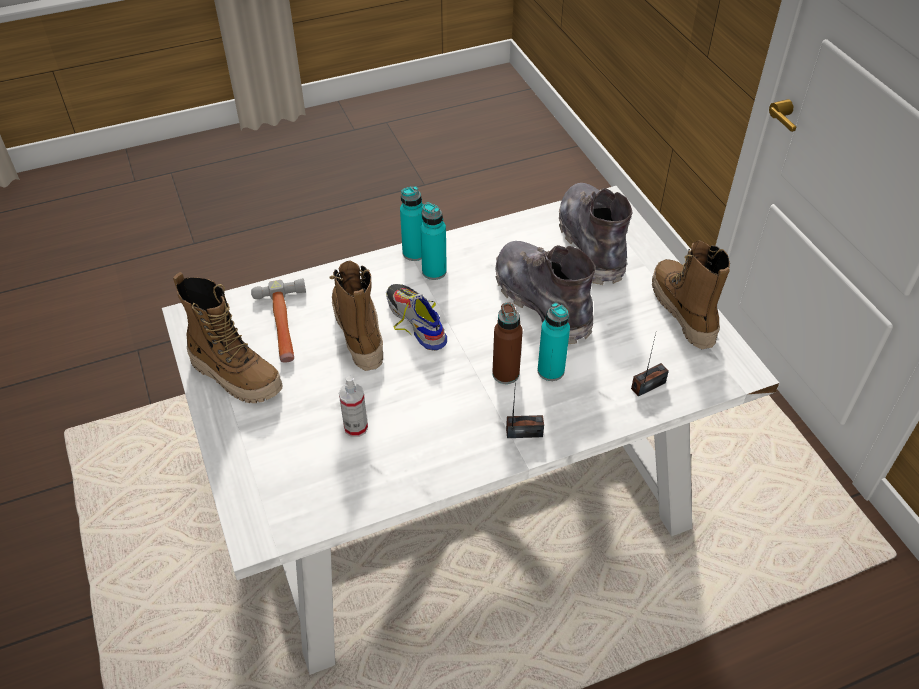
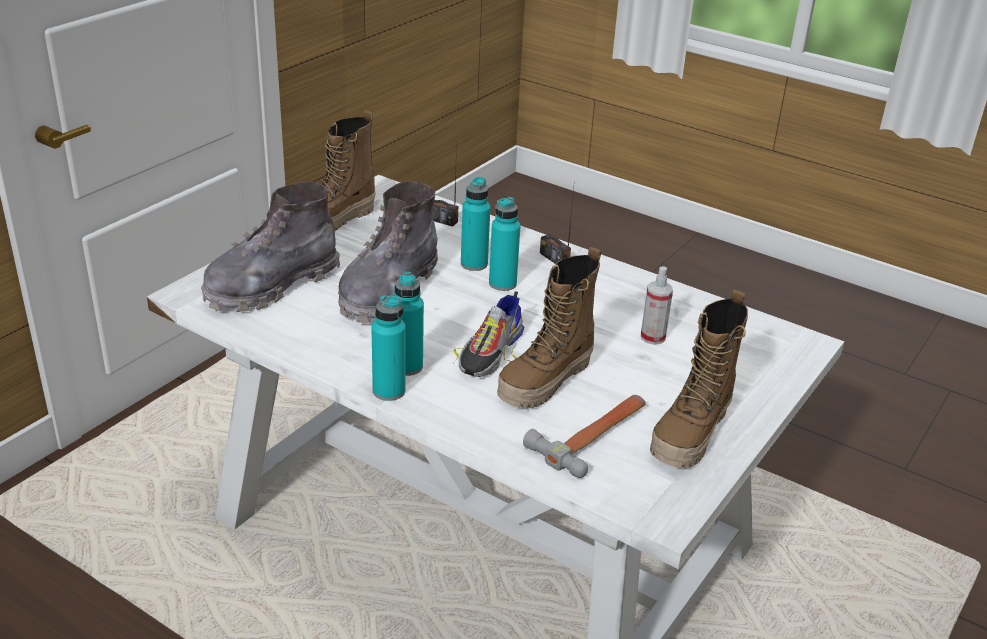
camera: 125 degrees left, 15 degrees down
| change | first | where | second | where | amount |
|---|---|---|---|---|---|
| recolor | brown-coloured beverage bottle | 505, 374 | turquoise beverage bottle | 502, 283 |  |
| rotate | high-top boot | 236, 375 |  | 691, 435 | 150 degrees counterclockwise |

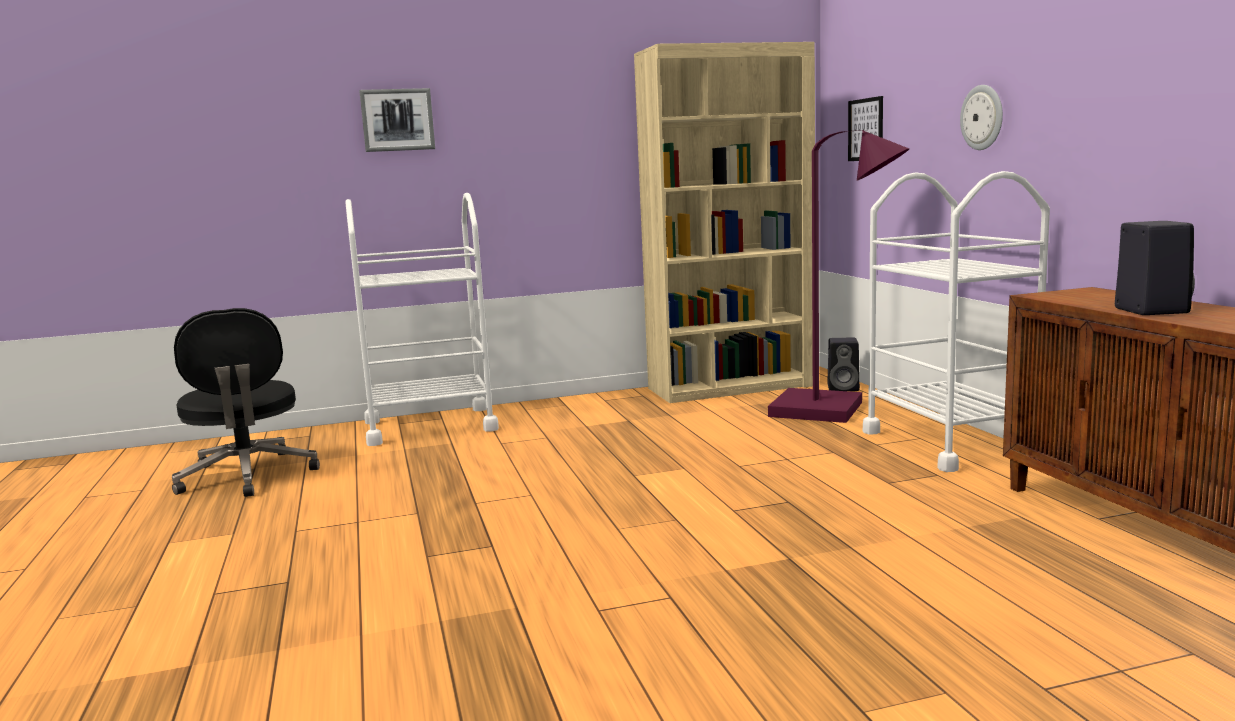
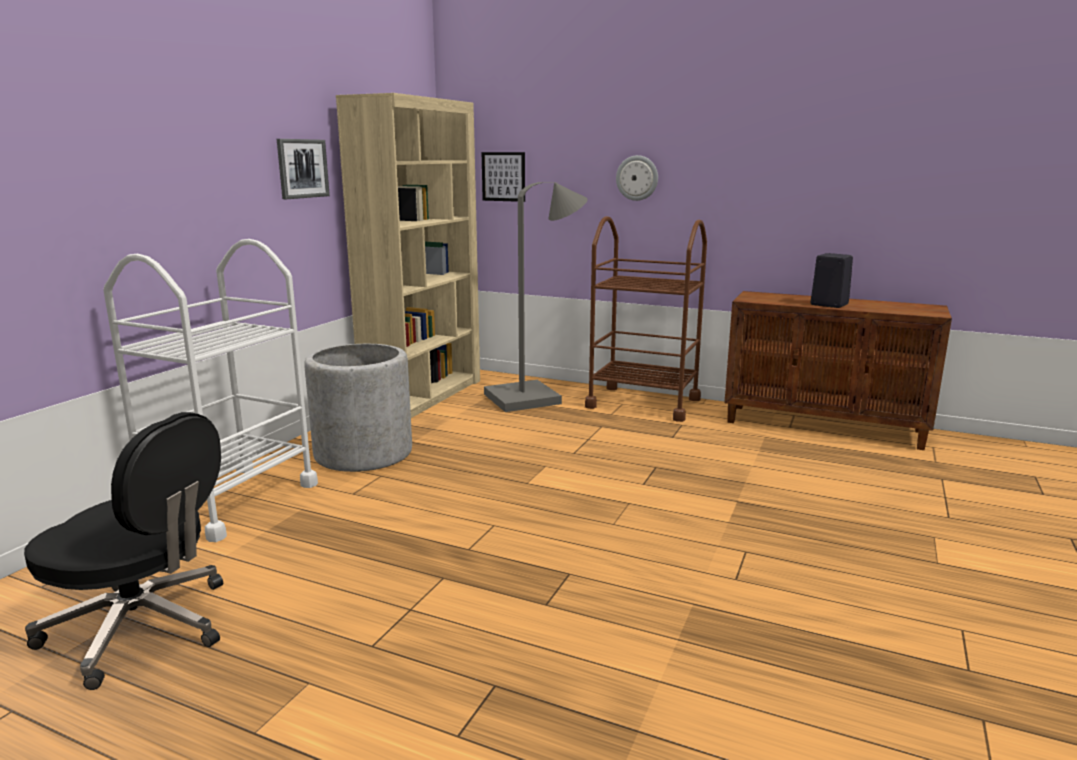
camera: 50 degrees left, 5 degrees up
| change | first | where | second | where | amount |
|---|---|---|---|---|---|
| move | wall picture | 397, 120 |  | 302, 168 |  |
| insert |  |  | grey planter | 363, 453 |  |
| recolor | purple floor lamp | 831, 410 | grey floor lamp | 533, 397 |  |
| recolor | whitish wheeled cart | 948, 443 | brown-coloured wheeled cart | 643, 403 |  |
| delete | black-coloured audio speaker | 844, 388 |  |  |  |

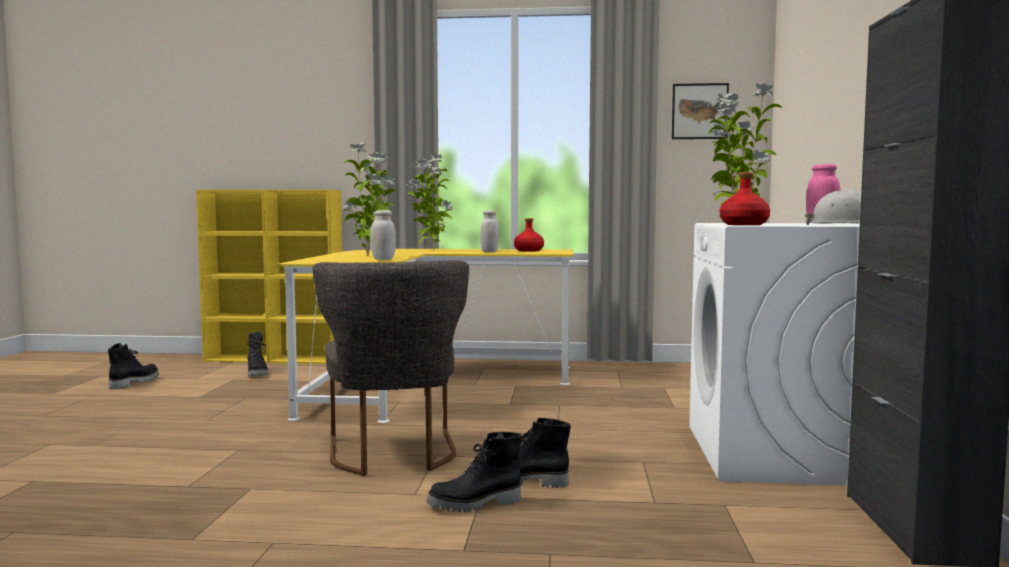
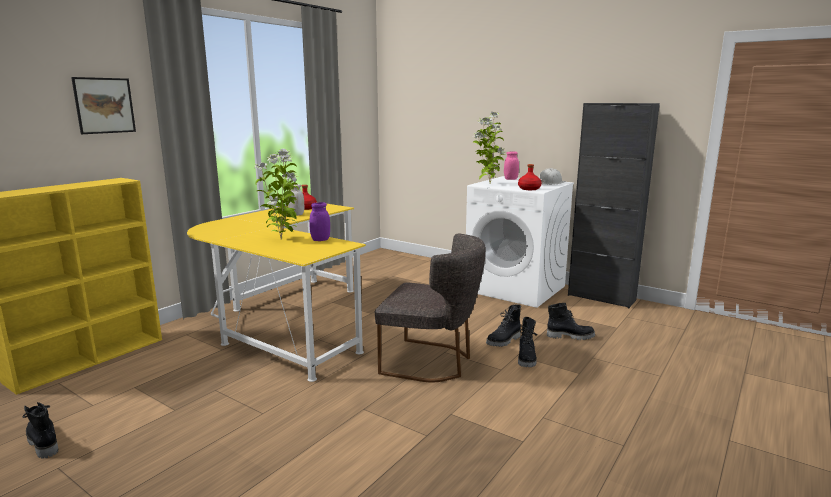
camera: 60 degrees left, 10 degrees up
| change | first | where | second | where | amount |
|---|---|---|---|---|---|
| move | wall picture | 699, 111 |  | 104, 105 |  |
| recolor | whitish storage jar | 383, 259 | purple storage jar | 320, 240 |  |
| move | black-coloured high-top boot | 257, 373 |  | 570, 336 |  |
| delete | plant in a pot | 431, 250 |  |  |  |

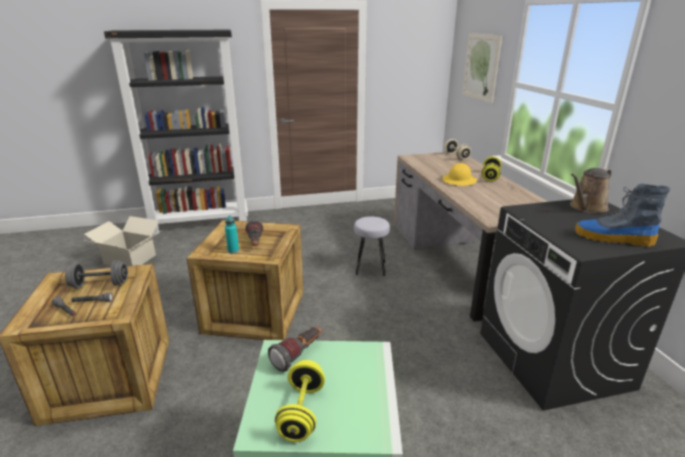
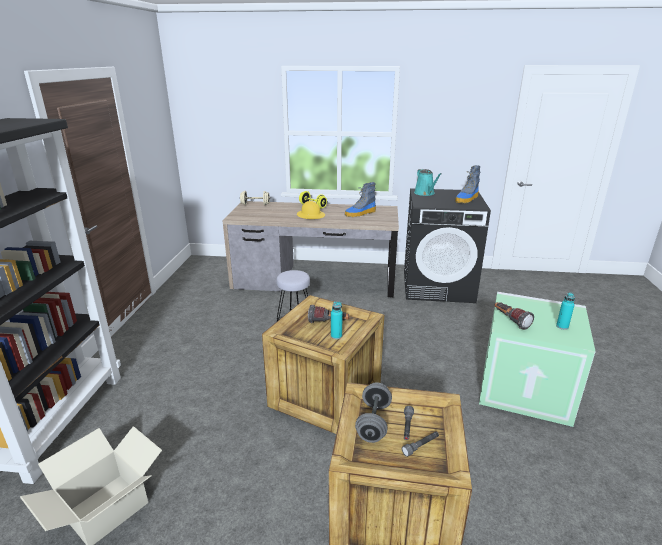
camera: 70 degrees left, 0 degrees up
| change | first | where | second | where | amount |
|---|---|---|---|---|---|
| insert |  |  | high-top boot | 360, 213 |  |
| recolor | brown-coloured watering can | 586, 207 | turquoise watering can | 425, 193 |  |
| replace | yellowish dumbbell | 302, 412 | turquoise beverage bottle | 562, 326 |  |
| delete | wall picture | 481, 67 |  |  |  |

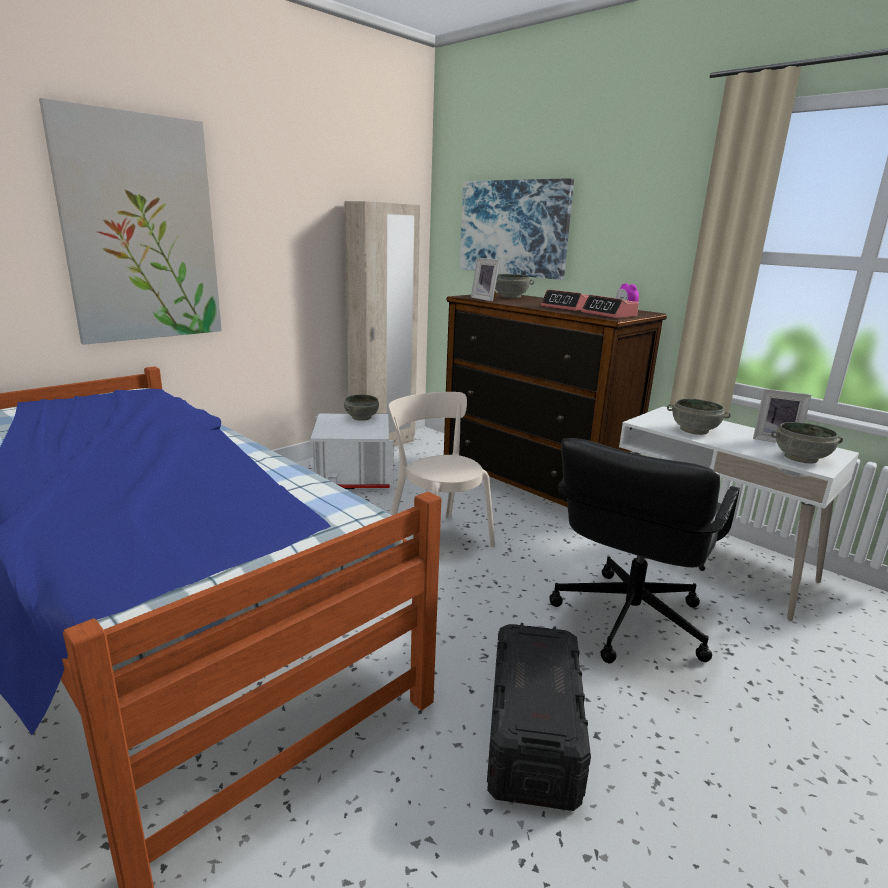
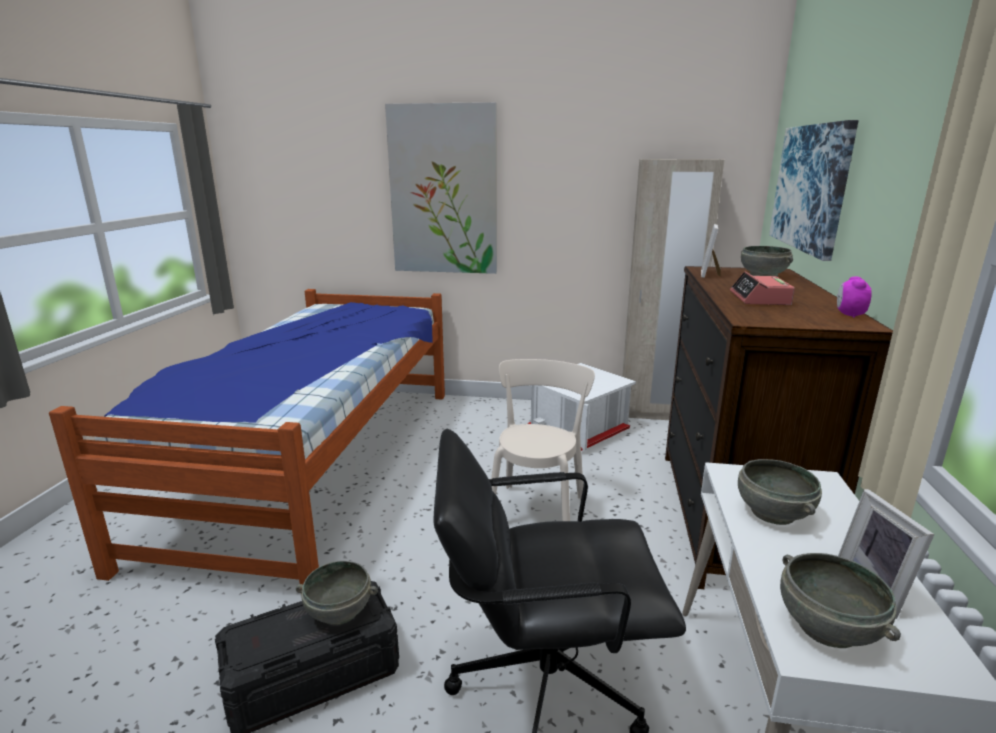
camera: 55 degrees right, 0 degrees up
| change | first | where | second | where | amount |
|---|---|---|---|---|---|
| move | grey bowl | 361, 417 |  | 340, 611 |  |
| delete | table clock | 609, 315 |  |  |  |

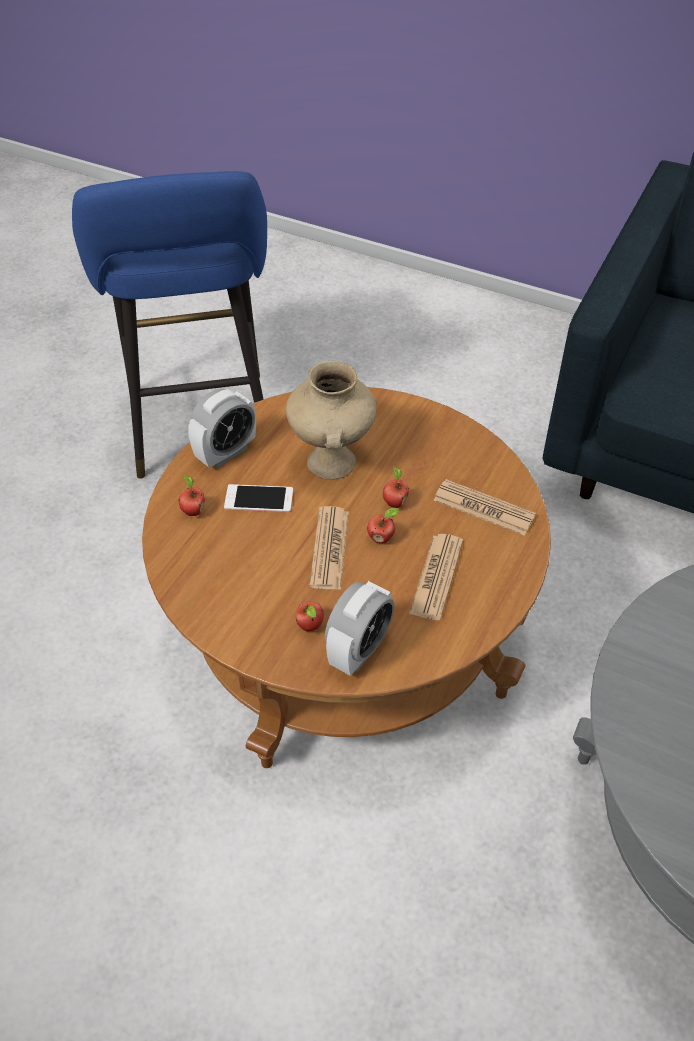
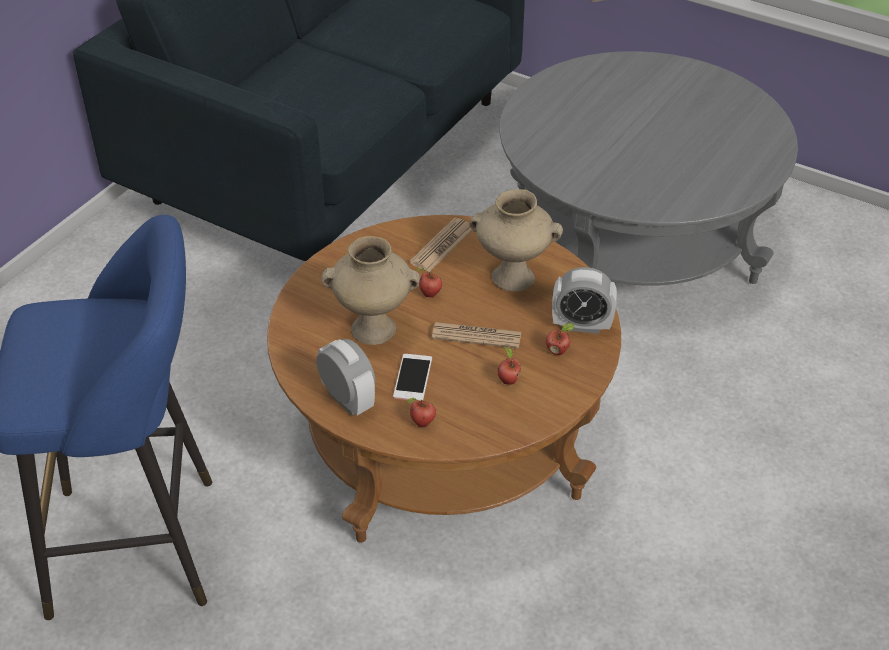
camera: 85 degrees left, 5 degrees down
| change | first | where | second | where | amount |
|---|---|---|---|---|---|
| replace | daily paper | 436, 577 | beige-coloured decorative vase | 512, 278 |  |
| move | apple fruit | 382, 538 |  | 508, 380 |  |
| rotate | table clock | 359, 650 |  | 581, 325 | 150 degrees clockwise |

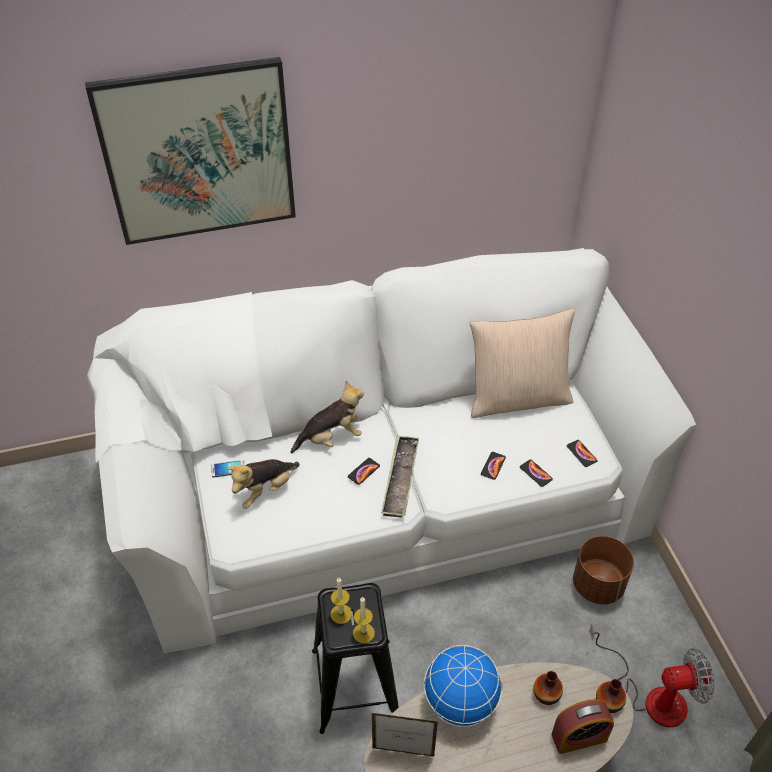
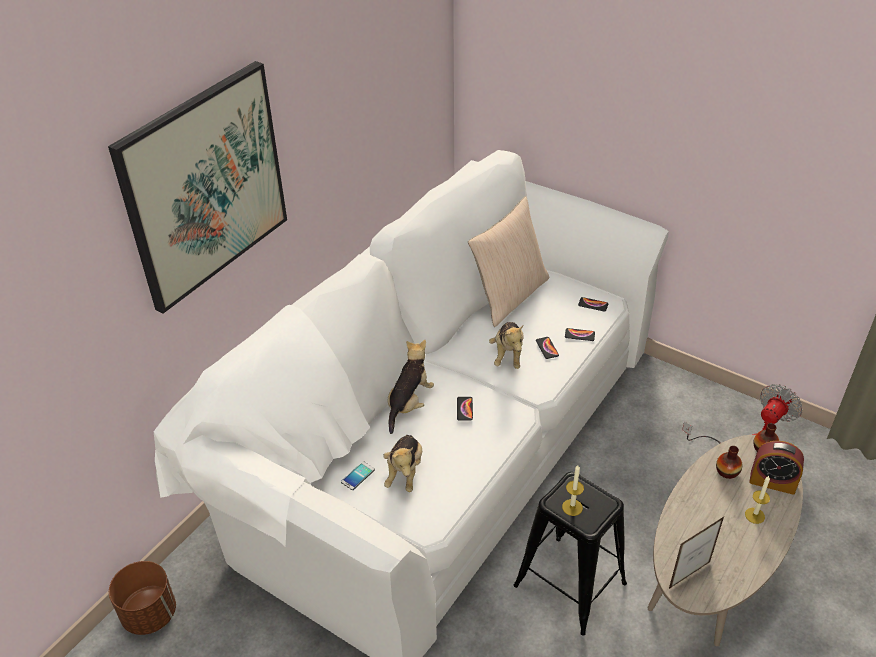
camera: 40 degrees left, 5 degrees down
| change | first | where | second | where | amount |
|---|---|---|---|---|---|
| move | brown-coloured planter | 598, 585 |  | 150, 613 |  |
| insert |  |  | cuddly toy | 508, 354 |  |
| move | wax candle | 363, 633 |  | 754, 515 |  |
| rotate | table clock | 579, 737 |  | 772, 482 | 75 degrees clockwise |
| delete | tray | 400, 479 |  |  |  |
| delete | world globe | 460, 702 |  |  |  |

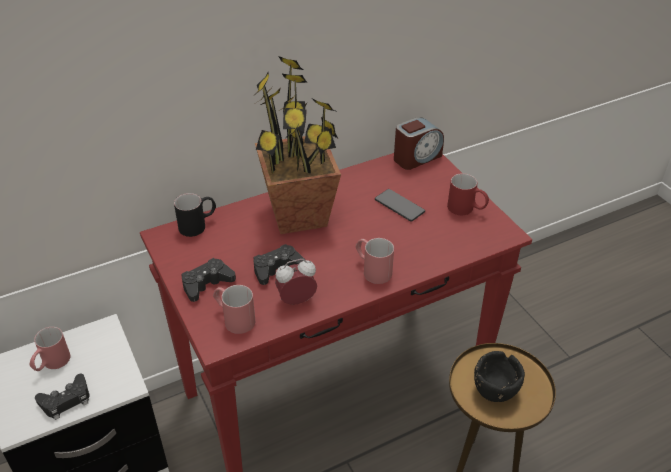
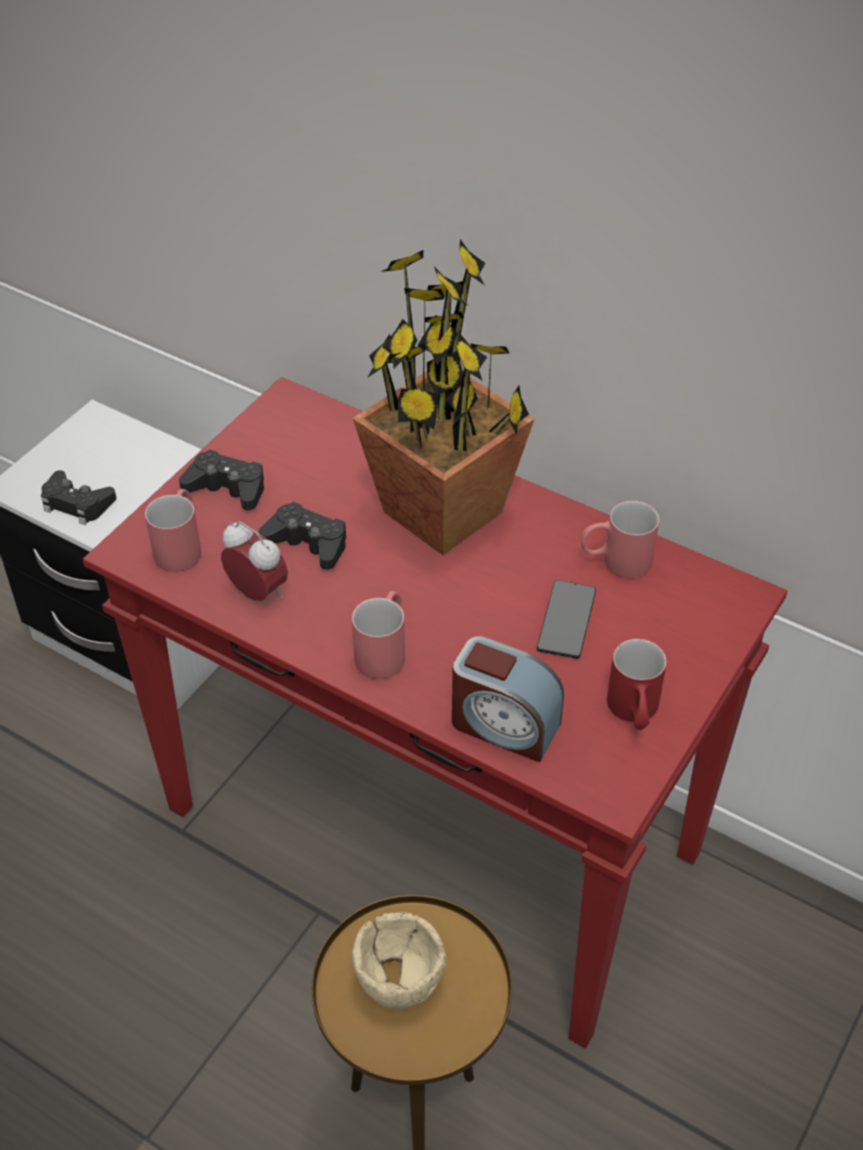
camera: 60 degrees right, 5 degrees up
| change | first | where | second | where | amount |
|---|---|---|---|---|---|
| recolor | black-coloured bowl | 495, 390 | beige-coloured bowl | 398, 981 |  |
| move | table clock | 416, 157 |  | 504, 725 |  |
| move | reddish tea mug | 51, 364 |  | 615, 561 |  |
| delete | black-coloured tea mug | 198, 225 |  |  |  |

